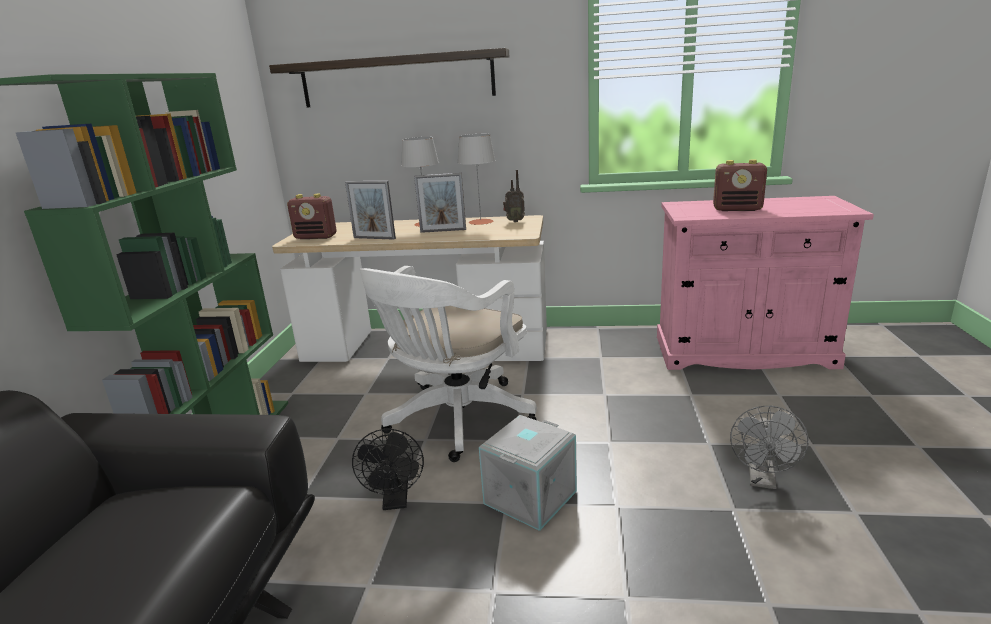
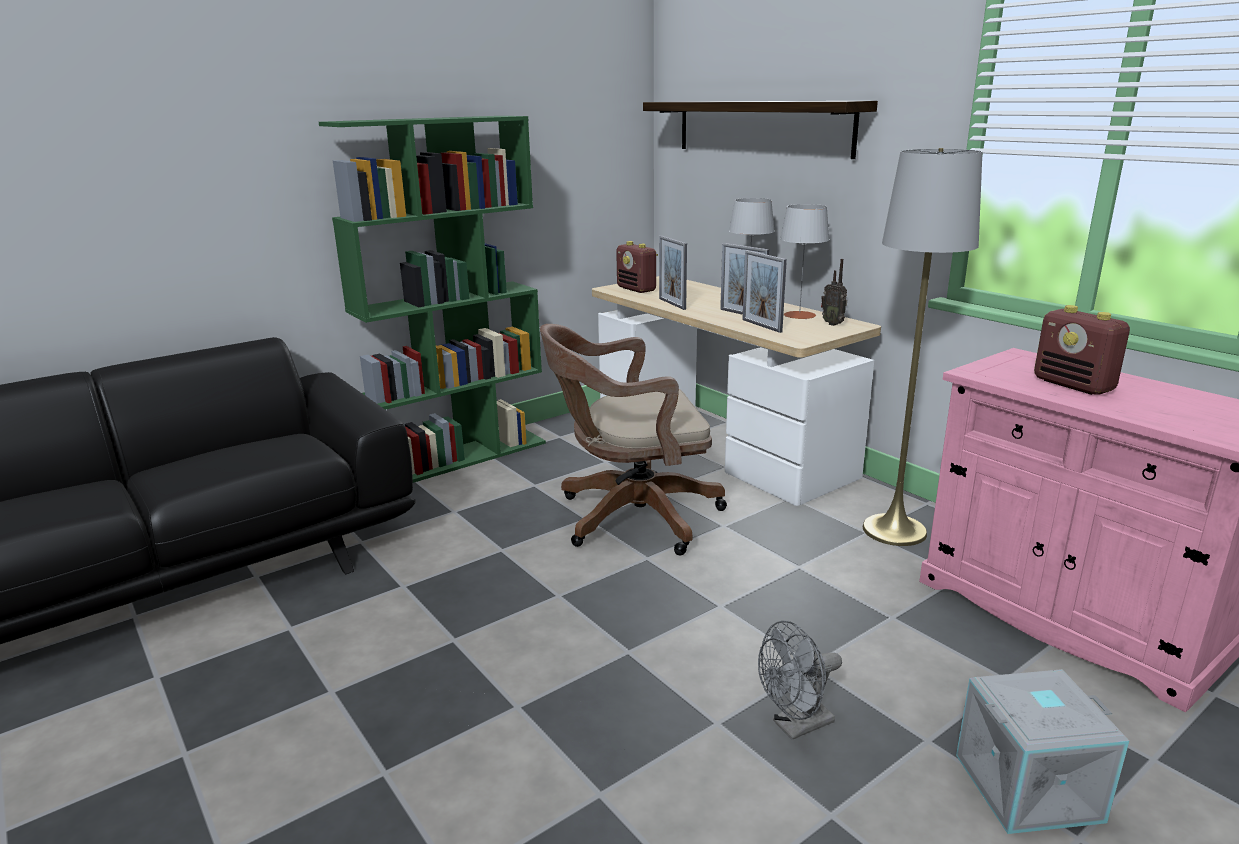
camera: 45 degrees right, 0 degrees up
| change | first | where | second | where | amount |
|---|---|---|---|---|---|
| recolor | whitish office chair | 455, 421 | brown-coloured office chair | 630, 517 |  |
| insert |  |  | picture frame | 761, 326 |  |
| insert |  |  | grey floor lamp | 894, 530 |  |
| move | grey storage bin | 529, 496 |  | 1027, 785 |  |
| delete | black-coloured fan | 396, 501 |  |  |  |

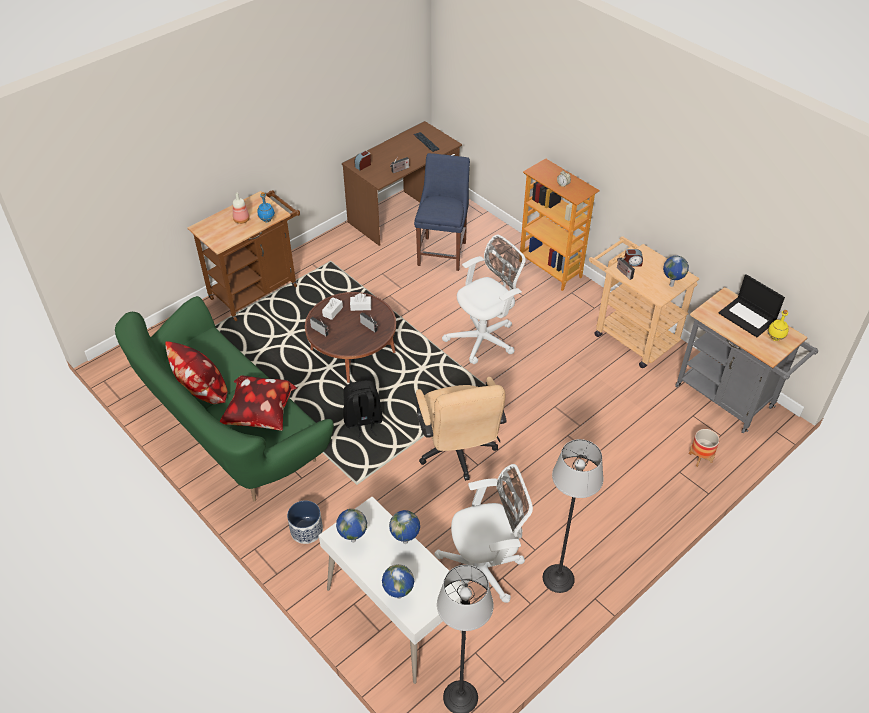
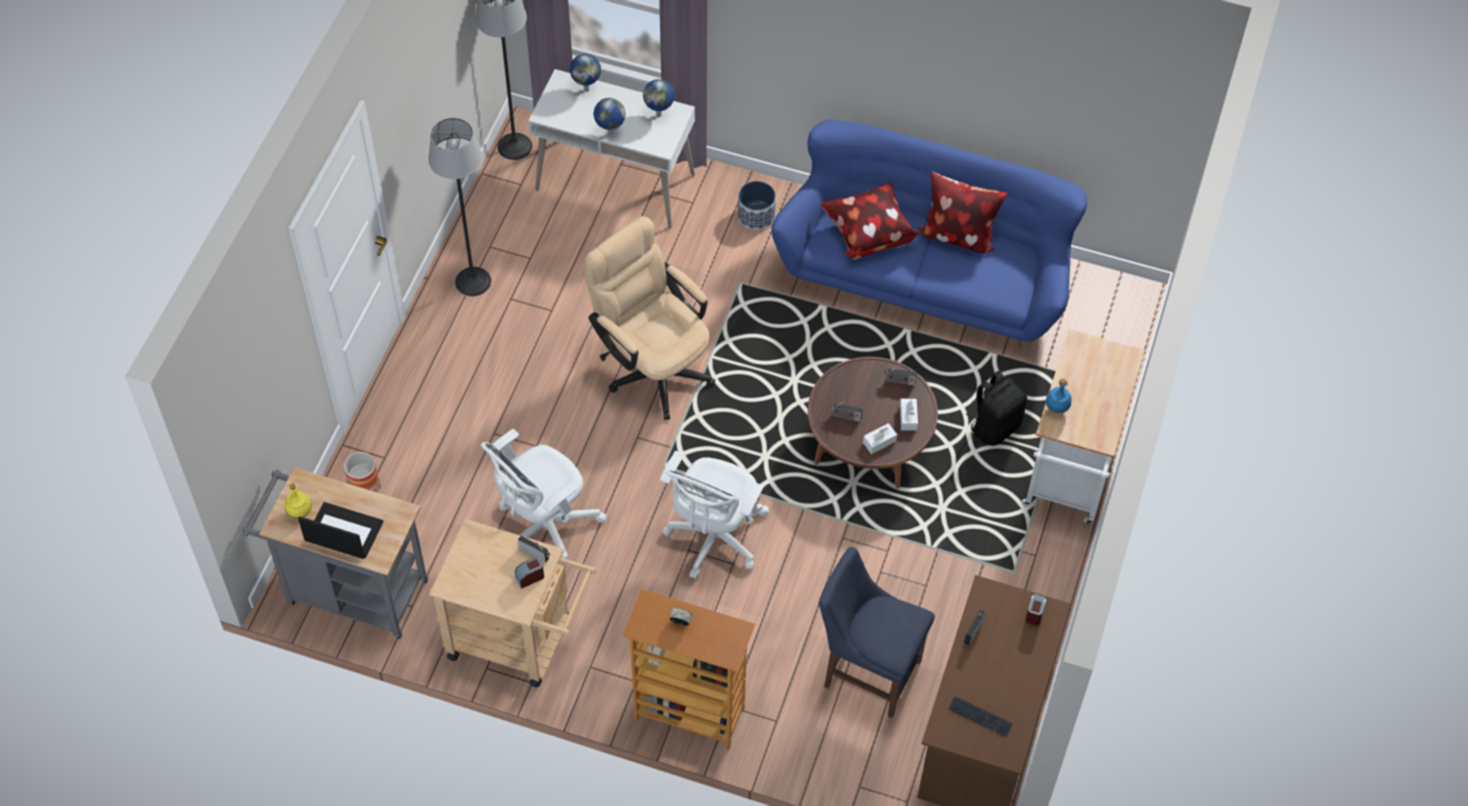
camera: 150 degrees right, 10 degrees up
| change | first | where | second | where | amount |
|---|---|---|---|---|---|
| move | whitish office chair | 484, 570 |  | 543, 528 |  |
| recolor | greenish sofa | 230, 430 | blue sofa | 925, 278 |  |
| rotate | blue plain chair | 443, 252 |  | 868, 671 | 135 degrees clockwise |
| move | black-coloured backpack | 363, 421 |  | 994, 426 |  |
| recolor | brown-coloured wheeled cart | 258, 289 | whitish wheeled cart | 1069, 476 |  |
| delete | beverage bottle | 241, 220 |  |  |  |
| delete | world globe | 671, 285 |  |  |  |

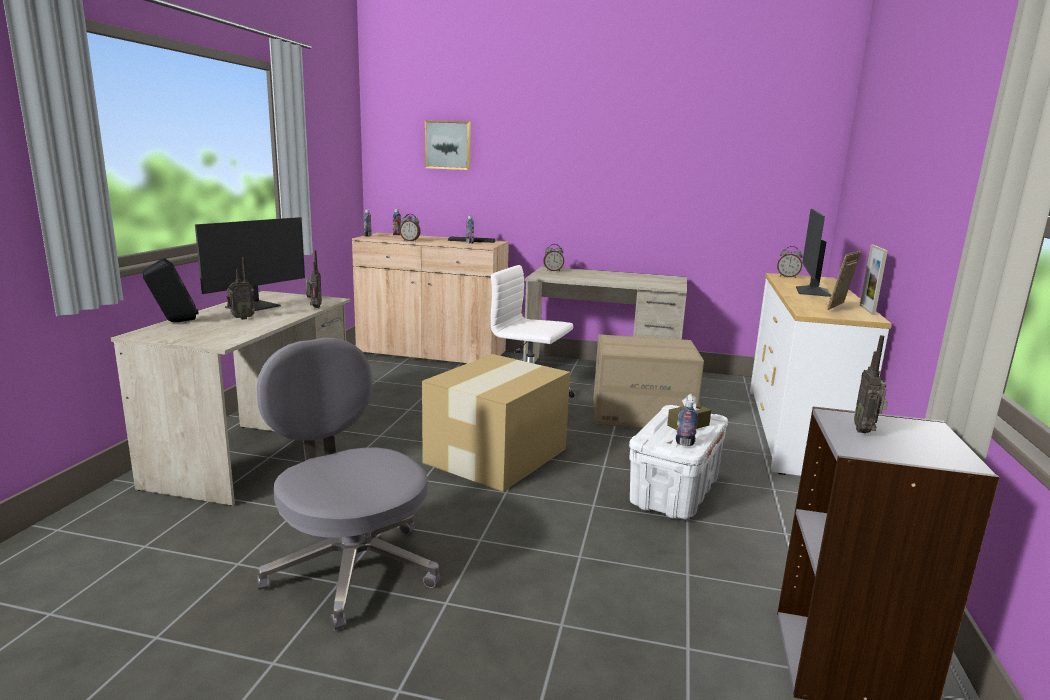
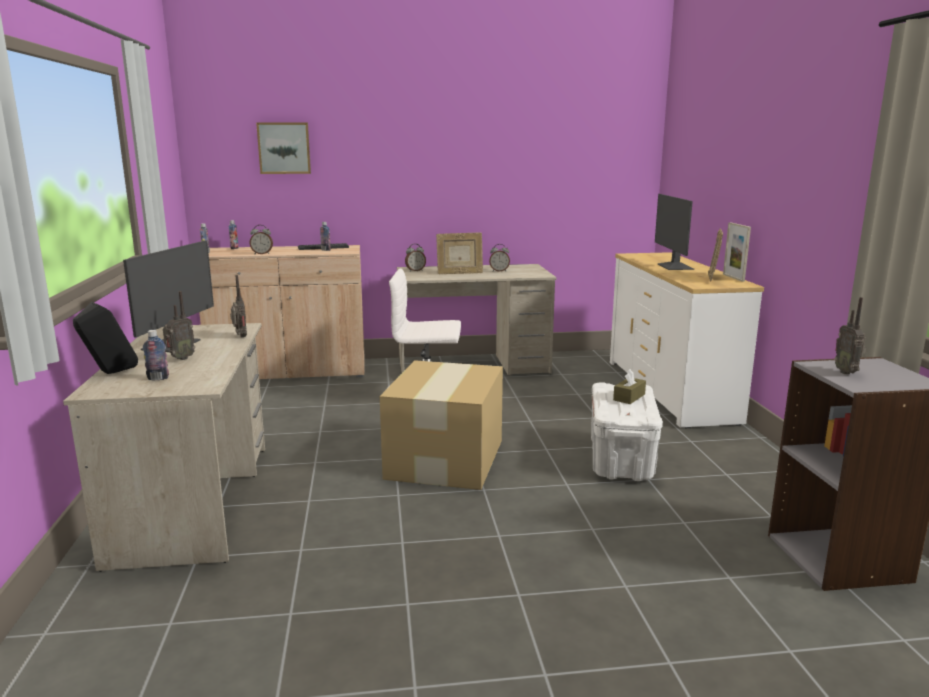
camera: 20 degrees left, 0 degrees up
| change | first | where | second | where | amount |
|---|---|---|---|---|---|
| move | beverage bottle | 684, 443 |  | 158, 378 |  |
| insert |  |  | picture frame | 459, 273 |  |
| move | table clock | 787, 277 |  | 499, 271 |  |
| delete | grey office chair | 351, 567 |  |  |  |
| delete | carton | 641, 414 |  |  |  |

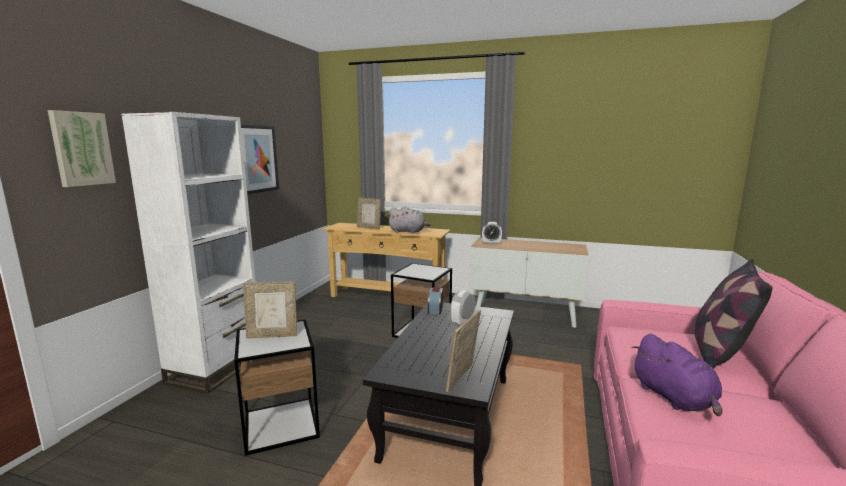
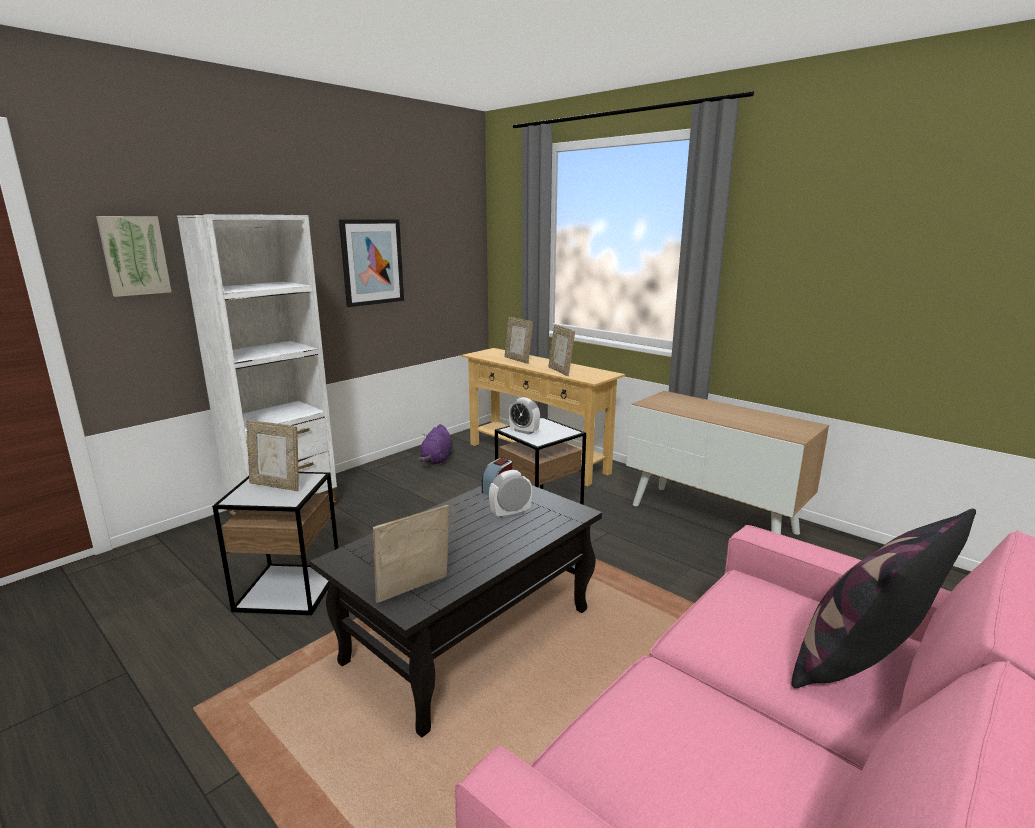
camera: 25 degrees right, 5 degrees up
| change | first | where | second | where | amount |
|---|---|---|---|---|---|
| move | purple cuddly toy | 674, 398 |  | 437, 460 |  |
| move | table clock | 491, 243 |  | 524, 431 |  |
| replace | grey cuddly toy | 408, 232 | picture frame | 560, 371 |  |

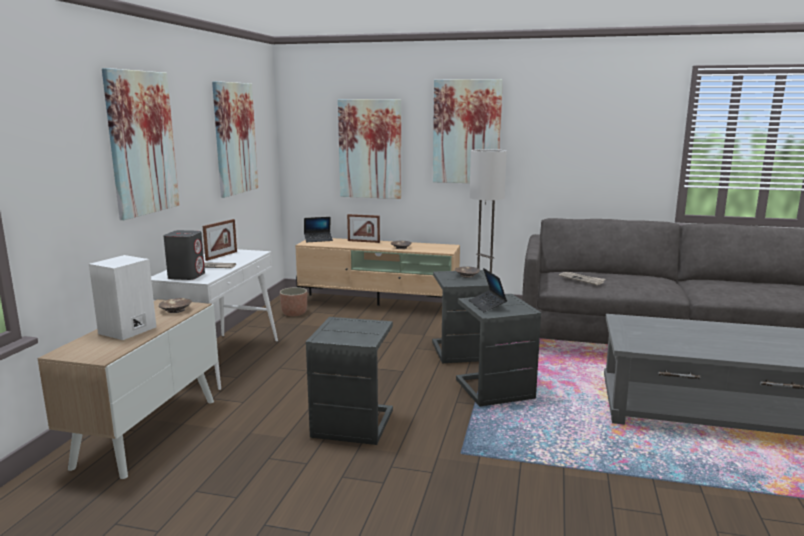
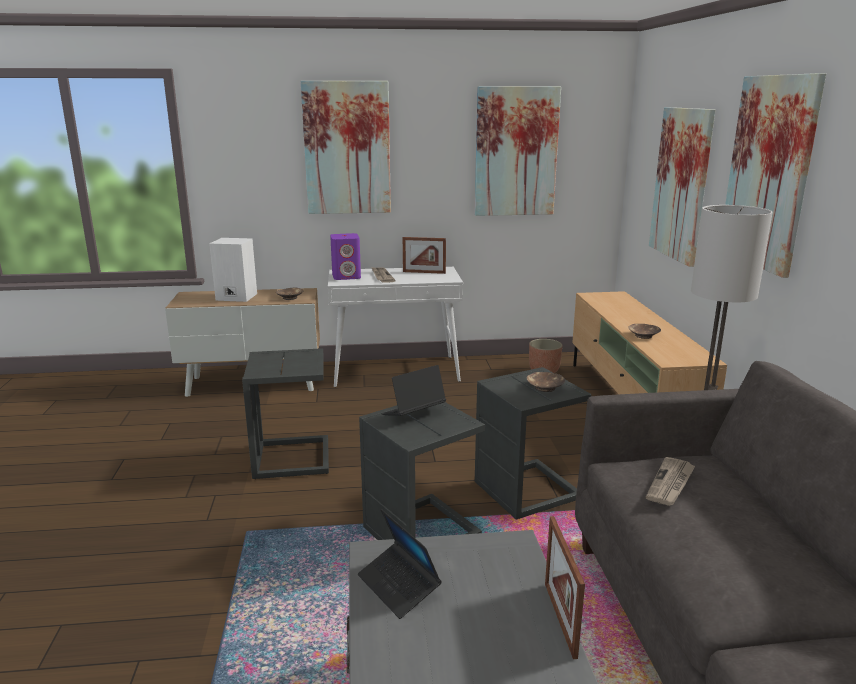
camera: 70 degrees right, 5 degrees up
| change | first | where | second | where | amount |
|---|---|---|---|---|---|
| recolor | grey audio speaker | 186, 276 | purple audio speaker | 346, 276 |  |
| move | portable computer | 318, 240 |  | 398, 586 |  |
| move | picture frame | 363, 241 |  | 560, 619 |  |

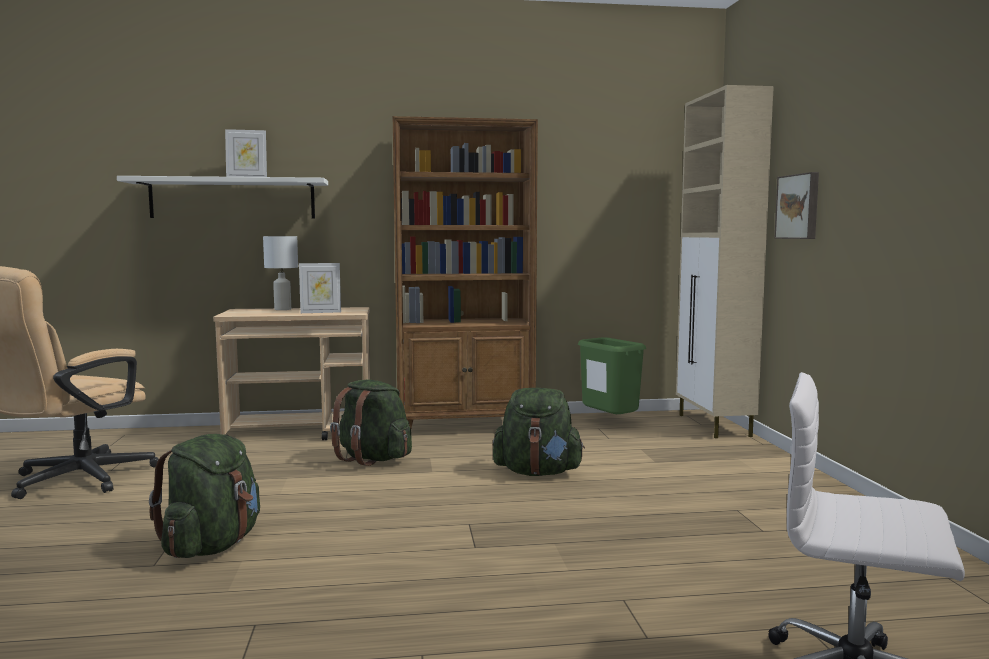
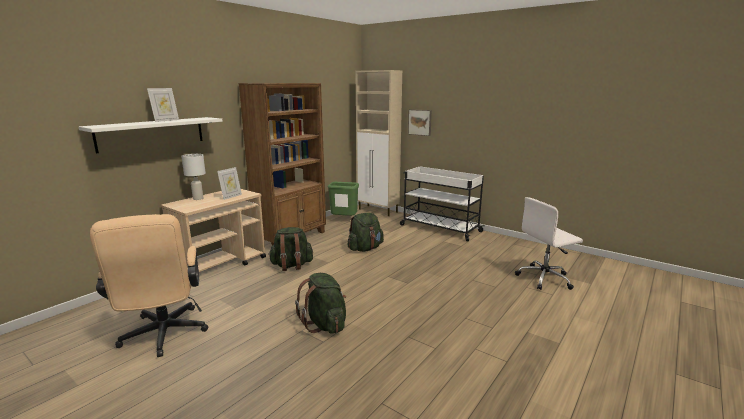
camera: 45 degrees left, 10 degrees up
| change | first | where | second | where | amount |
|---|---|---|---|---|---|
| insert |  |  | whitish wheeled cart | 439, 228 |  |

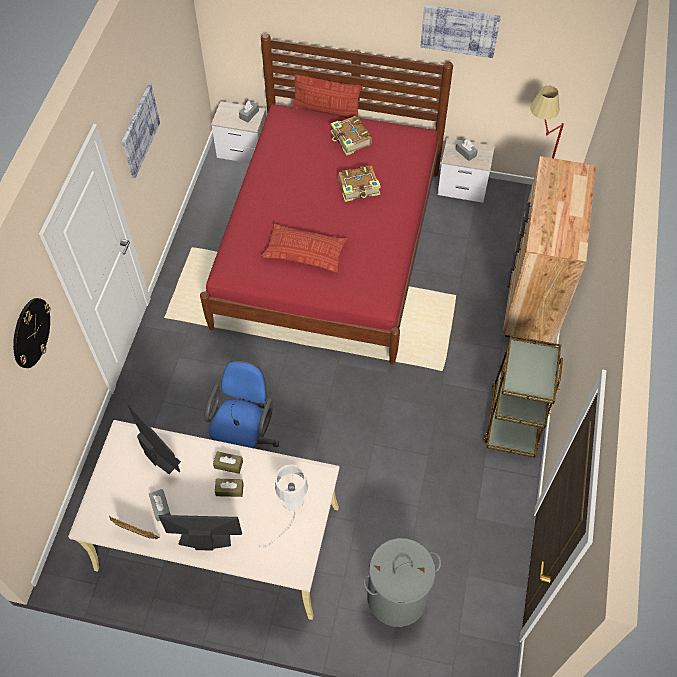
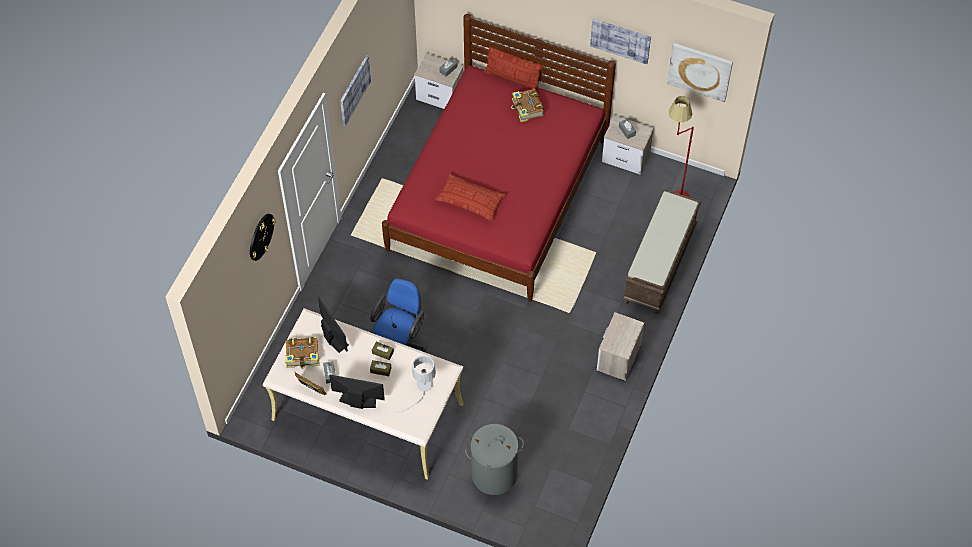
camera: 10 degrees right, 0 degrees up
| change | first | where | second | where | amount |
|---|---|---|---|---|---|
| move | volume | 359, 188 |  | 303, 356 |  |
| replace | brown-coloured wheeled cart | 514, 418 | bedside table | 618, 359 |  |
| replace | brown-coloured drawer chest | 532, 298 | brown-coloured indoor bench | 660, 264 |  |
| insert |  |  | wall picture | 700, 71 |  |

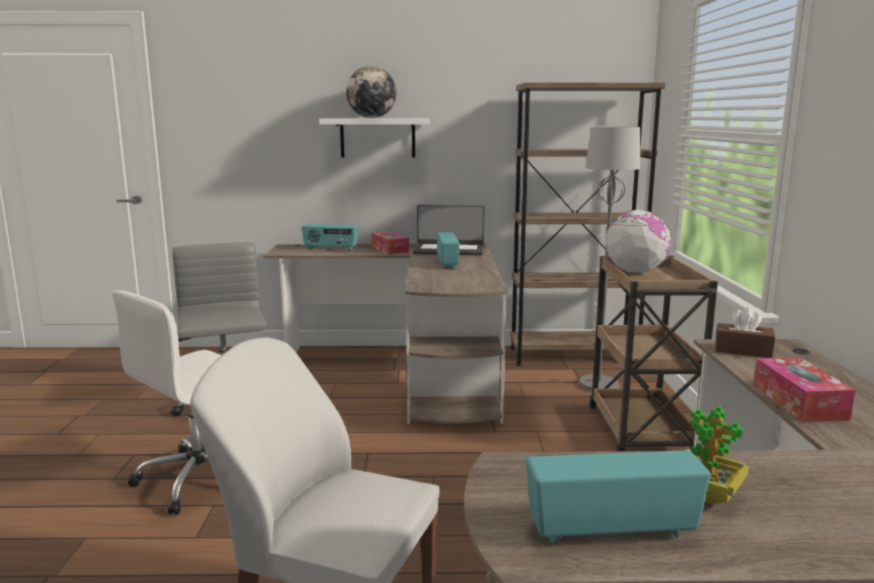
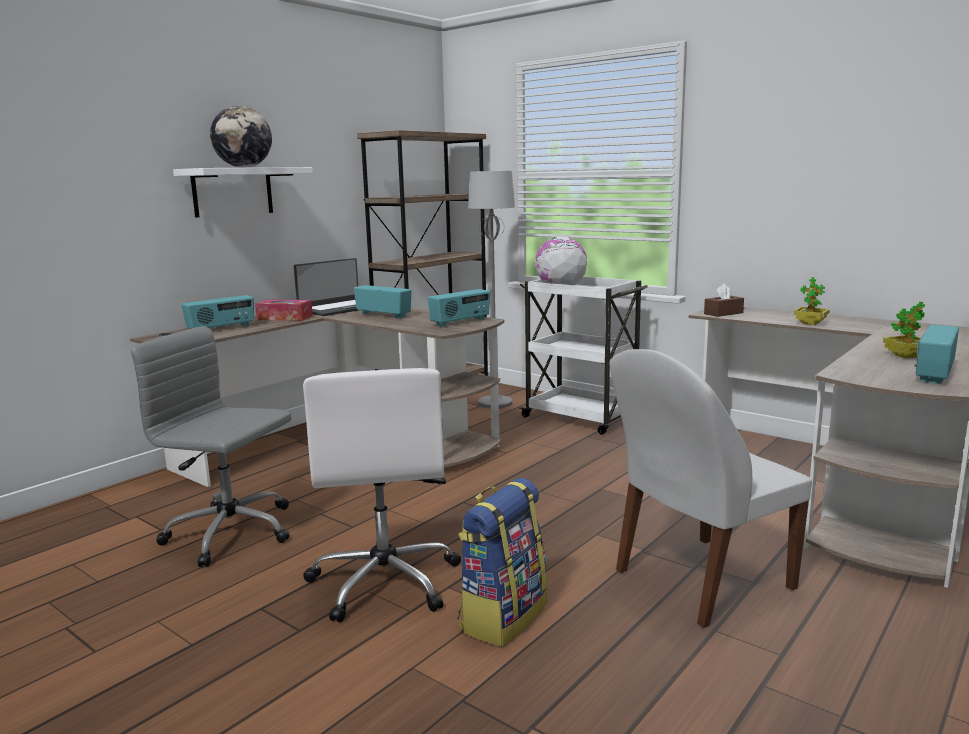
camera: 50 degrees left, 0 degrees up
| change | first | where | second | where | amount |
|---|---|---|---|---|---|
| insert |  |  | radio | 460, 322 |  |
| insert |  |  | backpack | 502, 616 |  |
| recolor | brown-coloured wheeled cart | 641, 432 | whitish wheeled cart | 581, 418 |  |
| replace | tissue box | 798, 402 | plant in a pot | 810, 323 |  |

